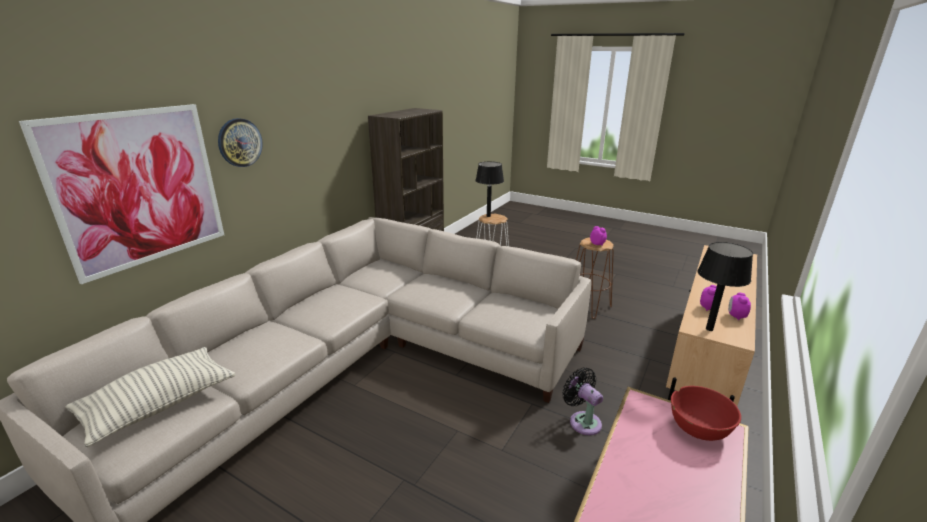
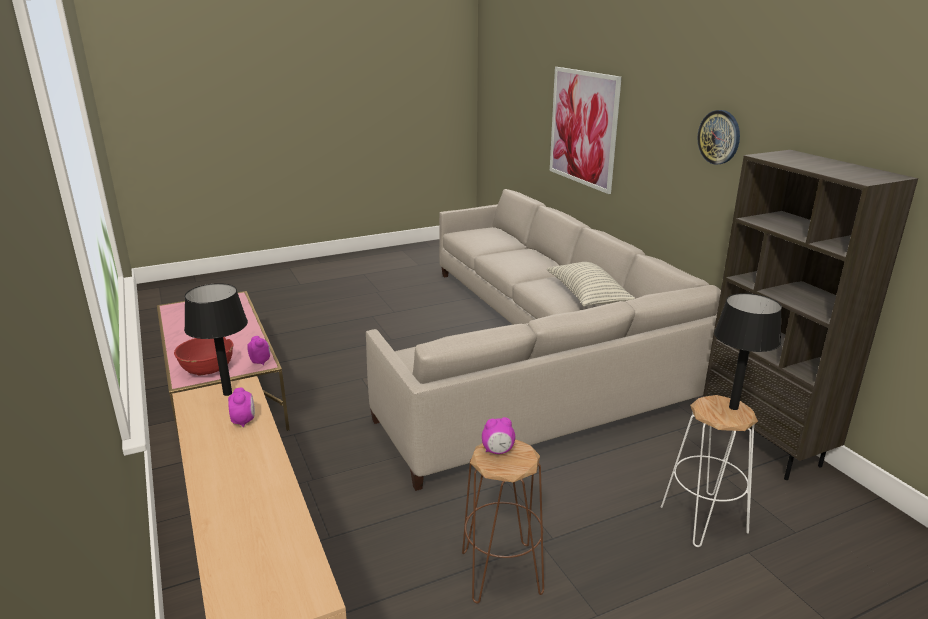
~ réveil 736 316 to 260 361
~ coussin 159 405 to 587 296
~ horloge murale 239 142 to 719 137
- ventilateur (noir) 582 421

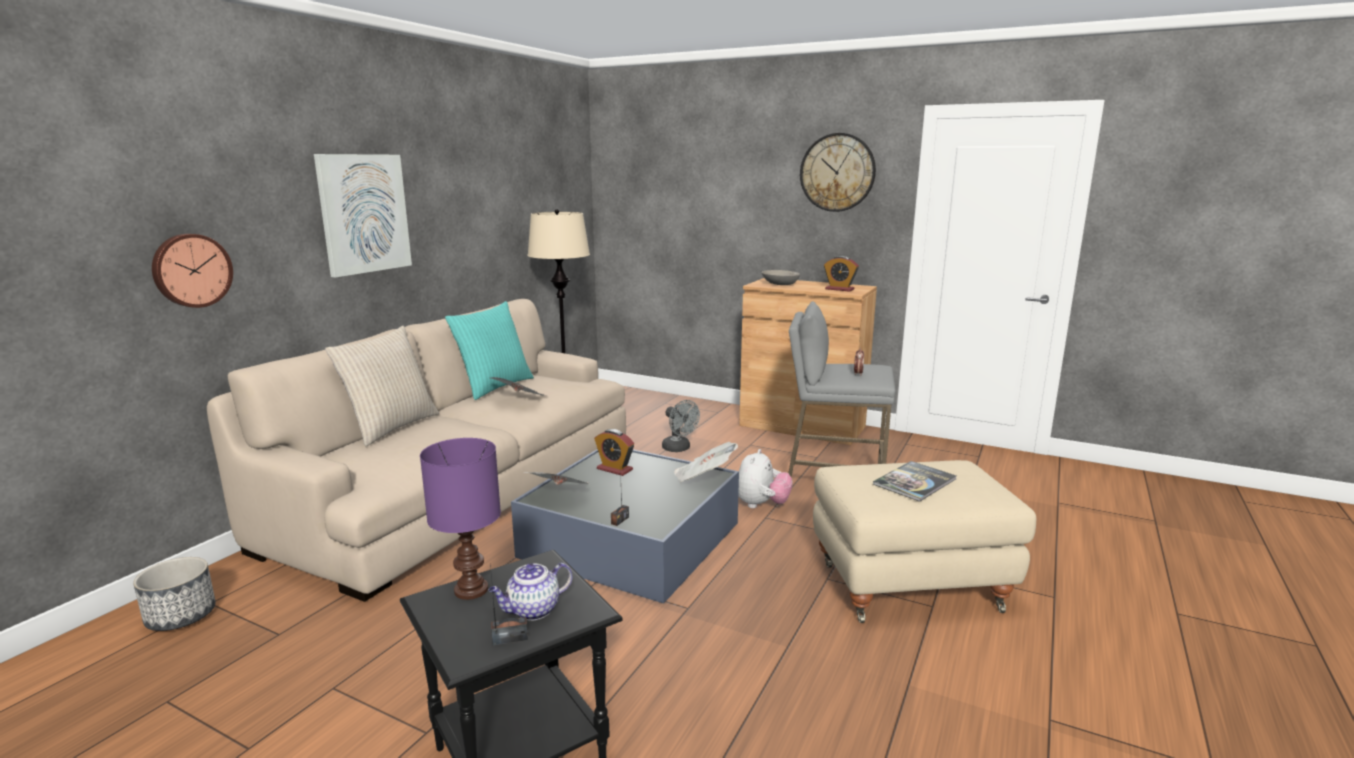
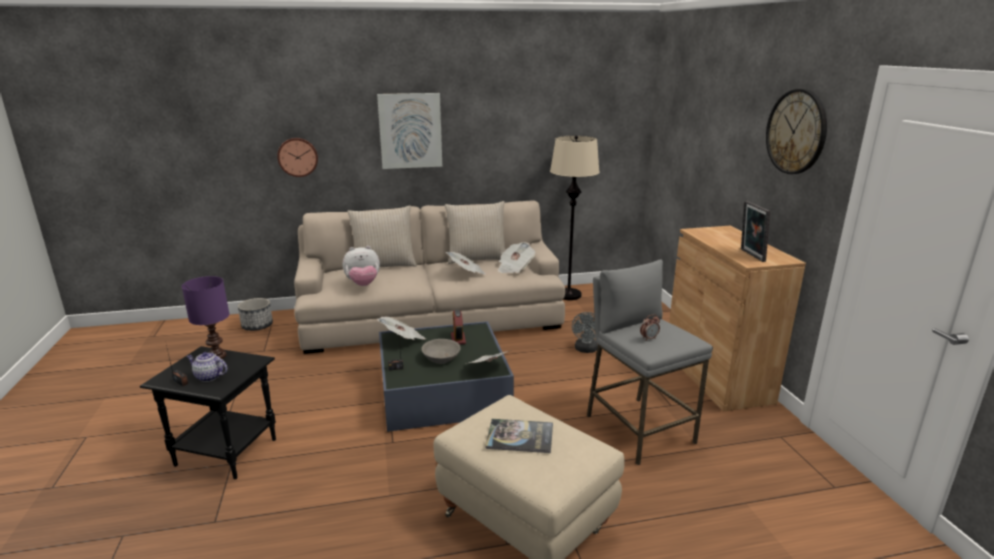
~ peluche 761 505 to 363 285
~ bol (gris) 780 284 to 441 358
~ coussin (turquoise) 494 387 to coussin (beige) 476 259
+ journal 514 268
~ réveil 839 289 to cadre photo 750 255

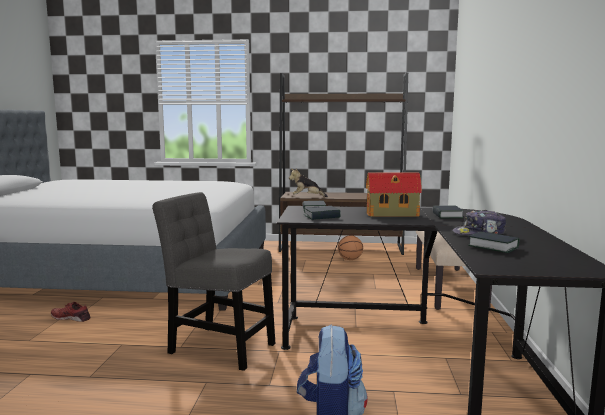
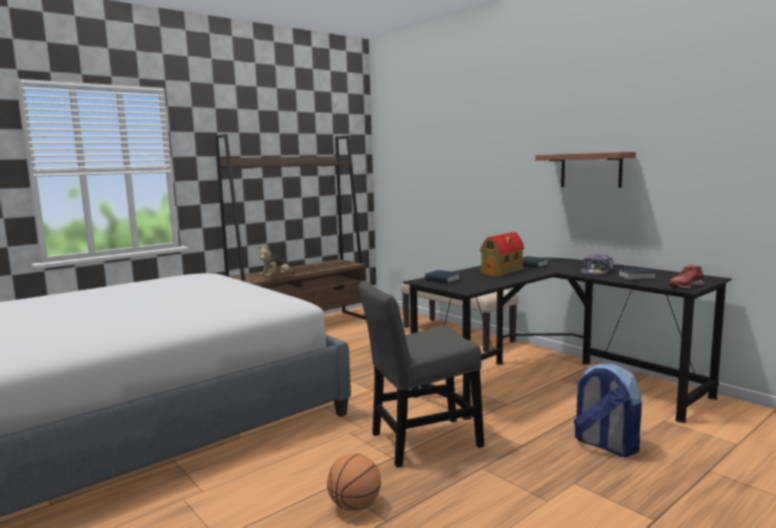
~ ballon de basket 350 260 to 355 506
+ étagère 590 170
~ chaussure (rouge) 71 318 to 685 285
- livre 322 216

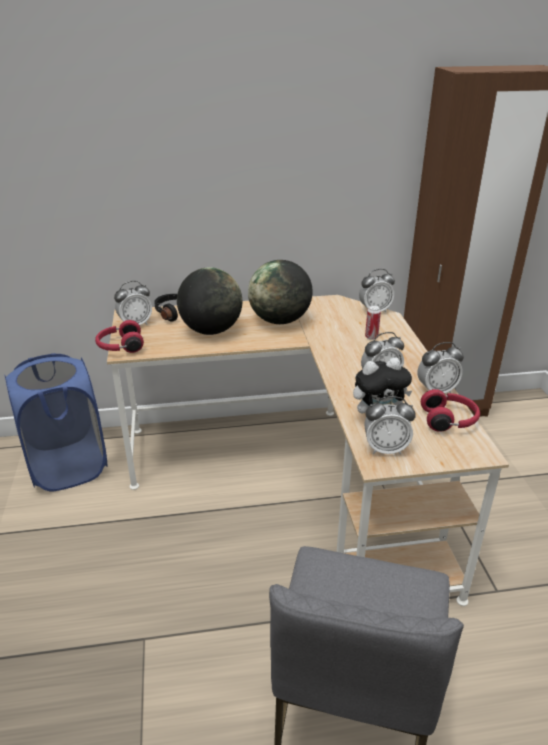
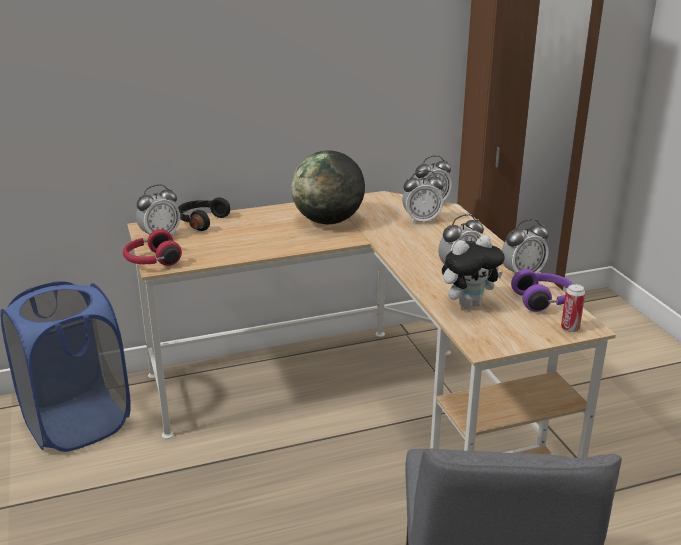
~ réveil 385 449 to 421 220
~ casque audio (rouge) 449 420 to casque audio (violet) 544 301
~ boîte métallique 371 337 to 570 328
- globe 211 330

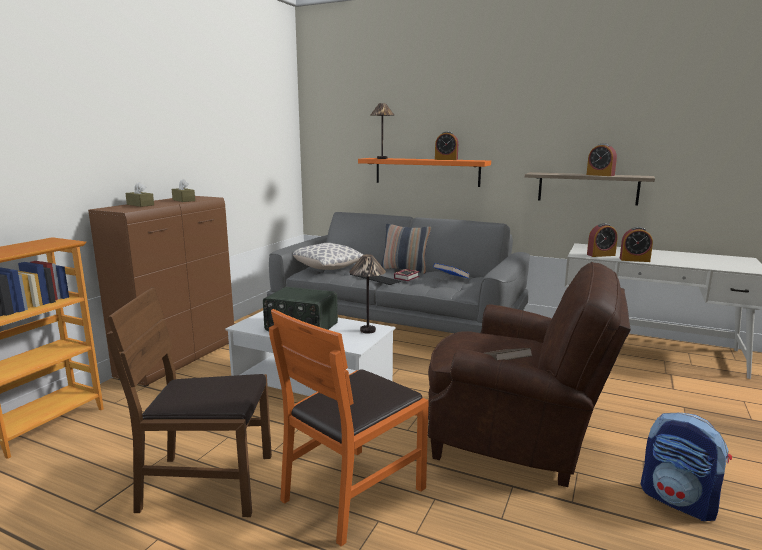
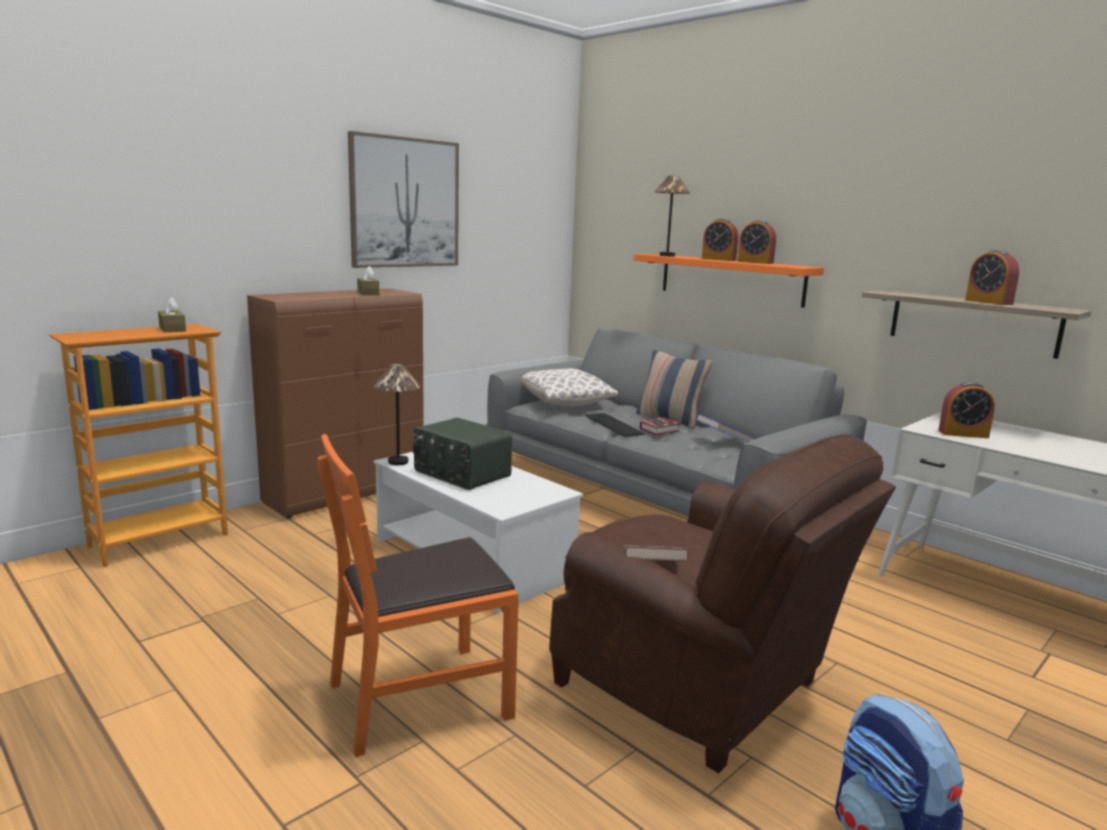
~ boîte à mouchoirs (marron) 140 205 to 172 329
+ tableau 405 203
~ lampe de table 367 330 to 398 462
~ réveil 634 260 to 718 259
- chaise (marron) 208 483

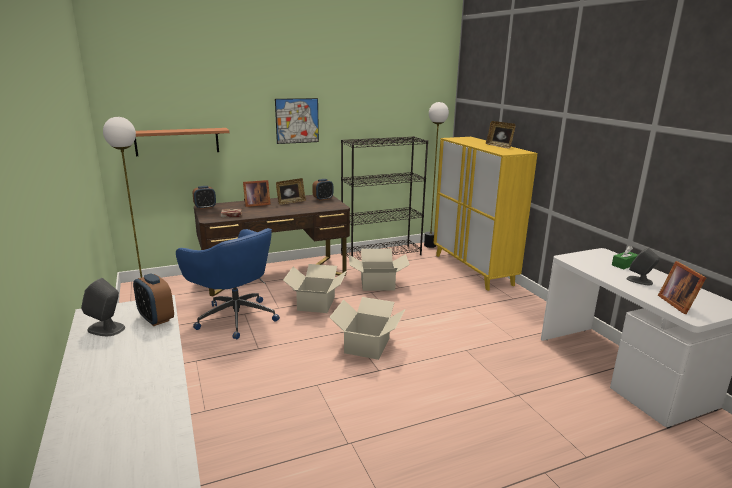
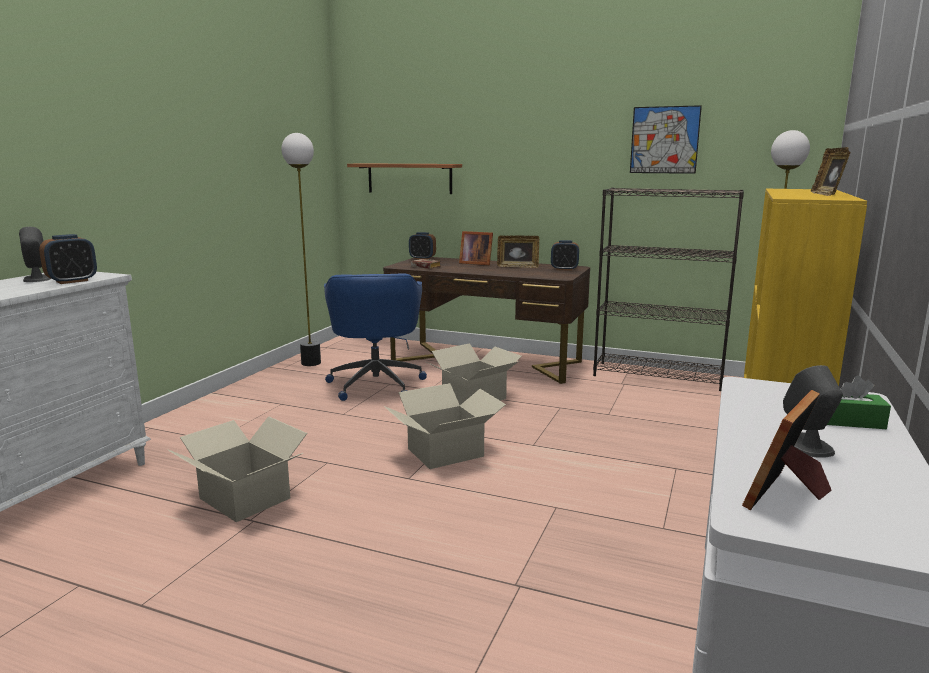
~ réveil 156 319 = 72 281 135 degrees counterclockwise
~ carton 378 284 to 244 498
~ tableau 297 120 to 664 140

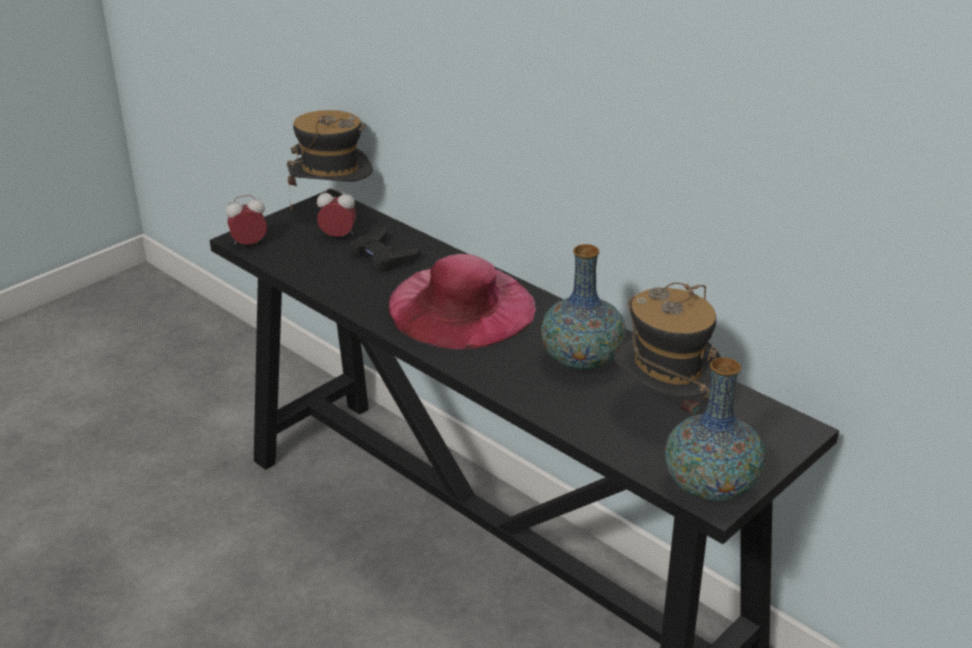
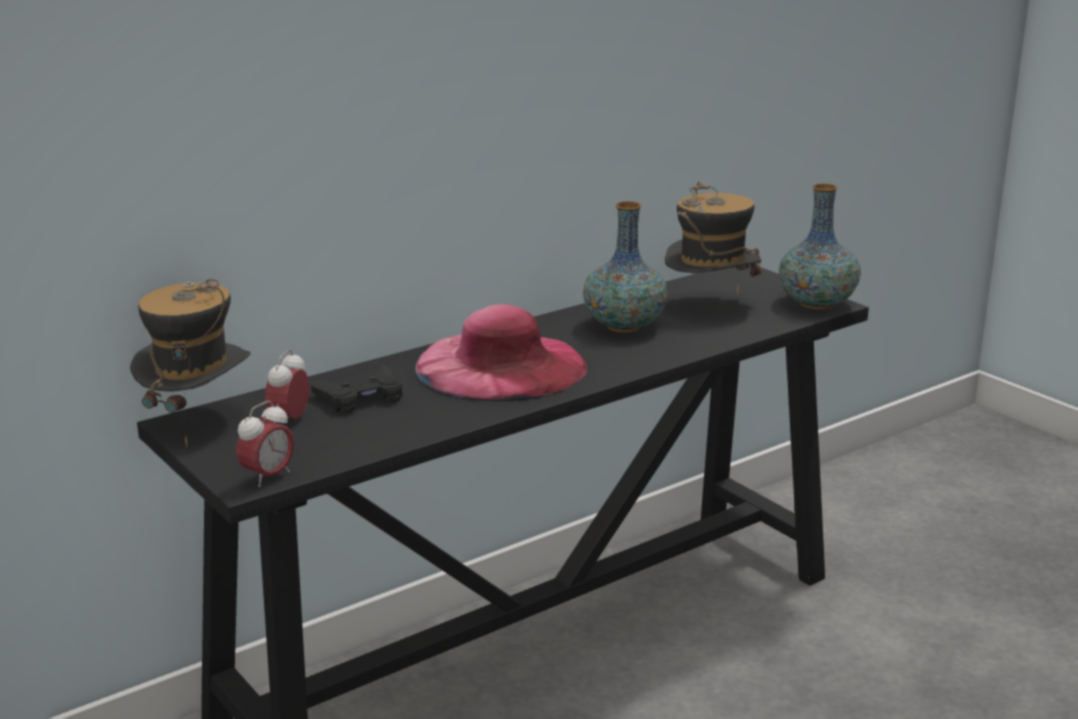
~ réveil 249 244 = 268 477 135 degrees counterclockwise

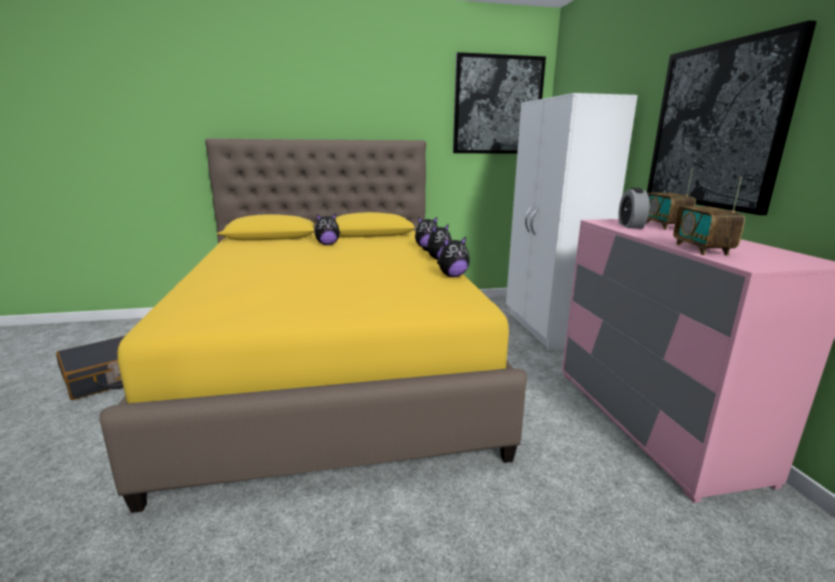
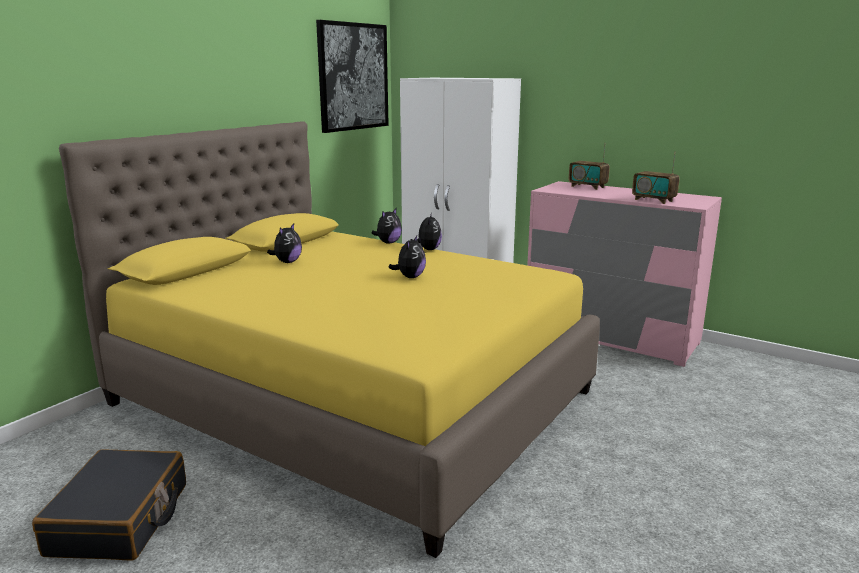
~ peluche 452 276 to 410 277
- réveil 630 226
- tableau 716 126

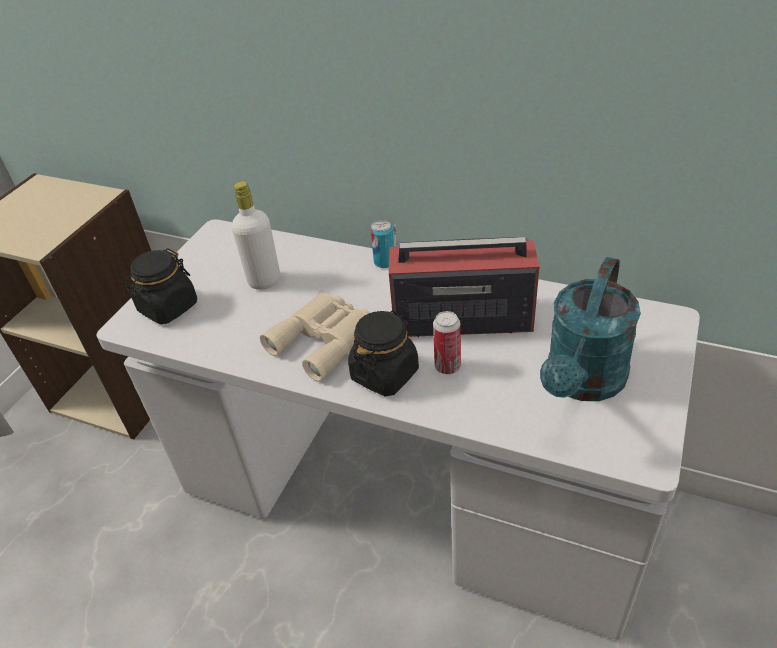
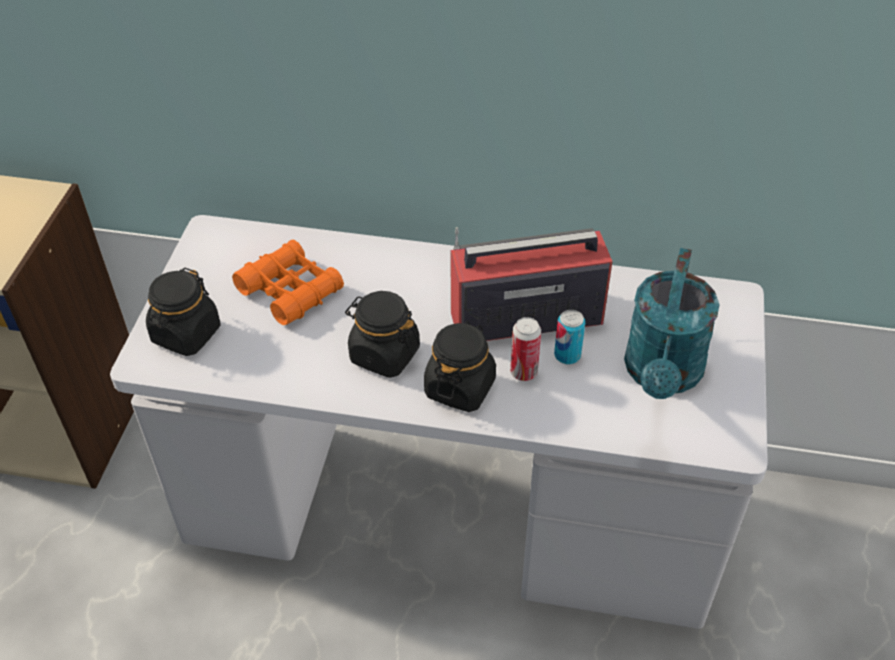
~ bouteille (blanc) 264 281 to jumelles (orange) 290 291
~ jumelles (beige) 326 339 to bocal (noir) 384 354
~ boîte métallique 384 262 to 567 355

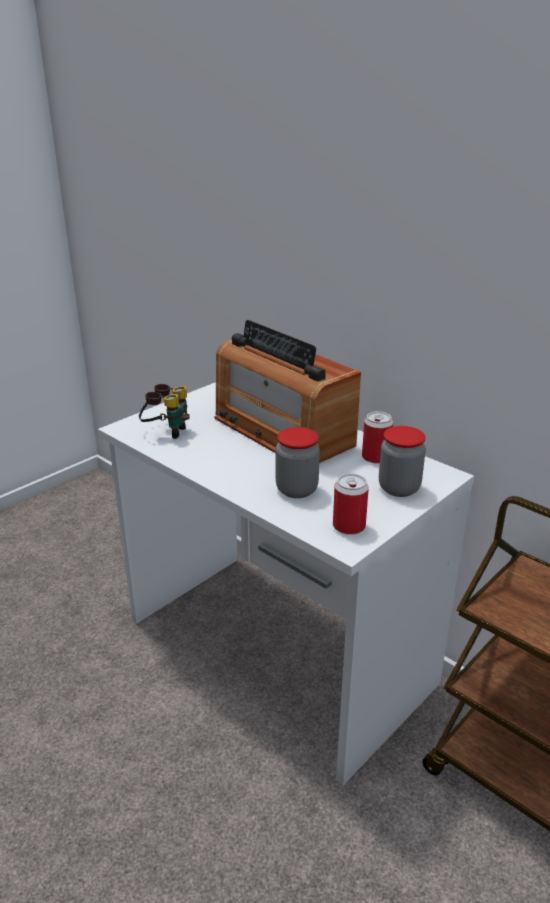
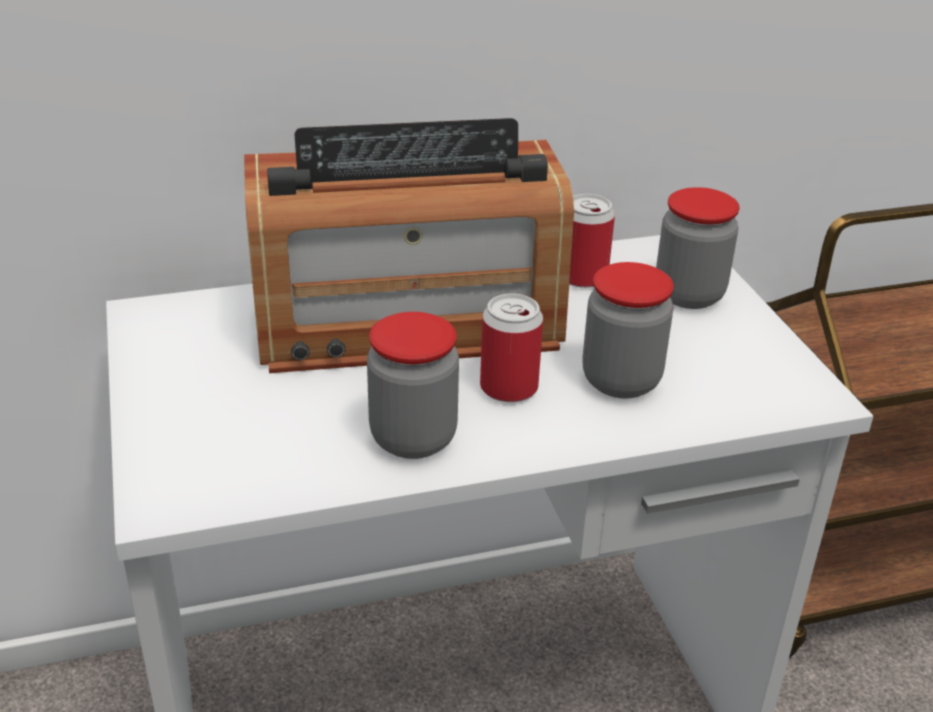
+ bocal 413 438
~ boîte métallique 349 526 to 509 387
- jumelles 167 431

